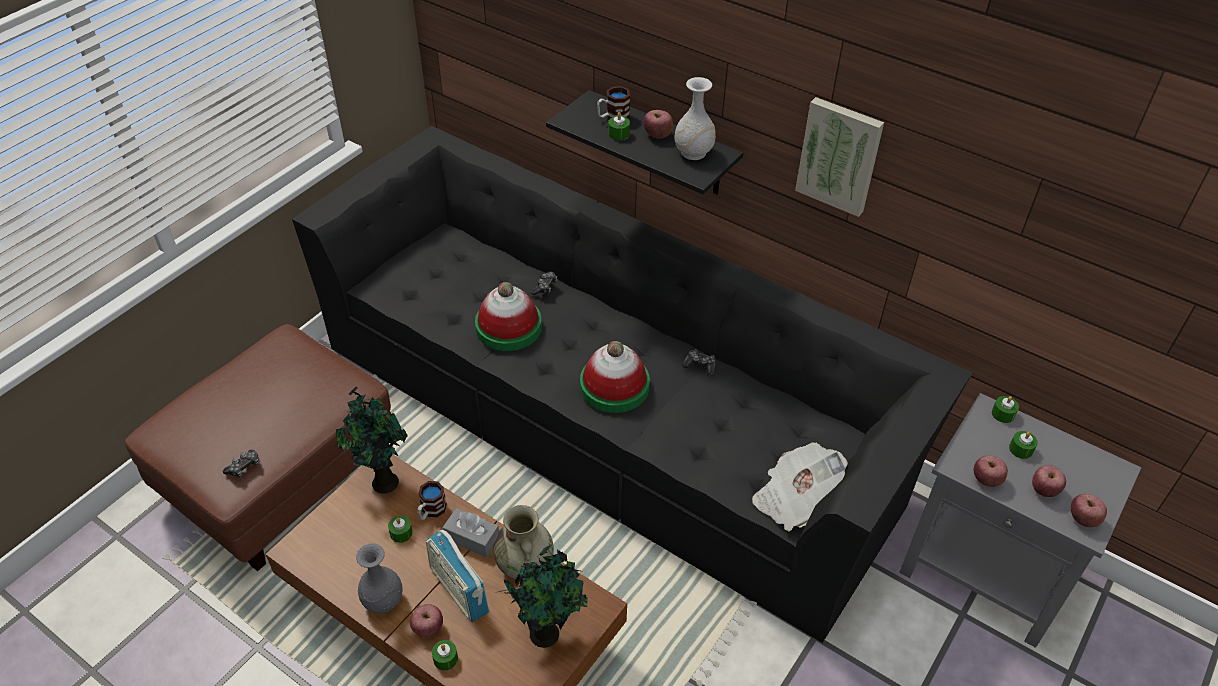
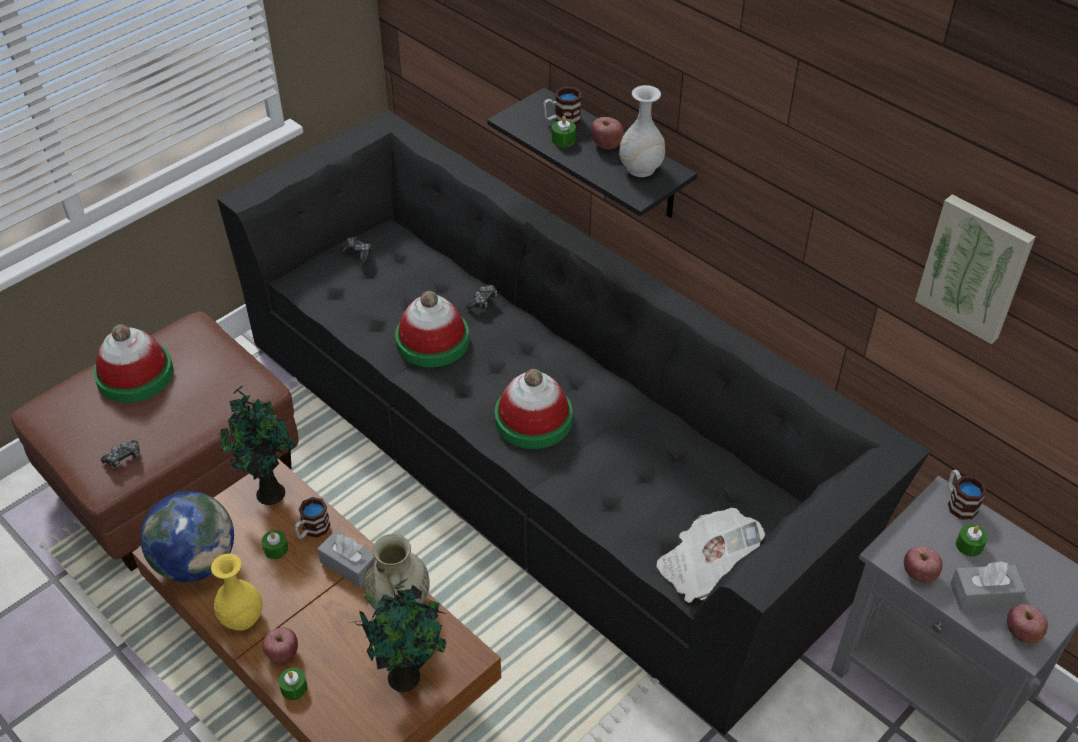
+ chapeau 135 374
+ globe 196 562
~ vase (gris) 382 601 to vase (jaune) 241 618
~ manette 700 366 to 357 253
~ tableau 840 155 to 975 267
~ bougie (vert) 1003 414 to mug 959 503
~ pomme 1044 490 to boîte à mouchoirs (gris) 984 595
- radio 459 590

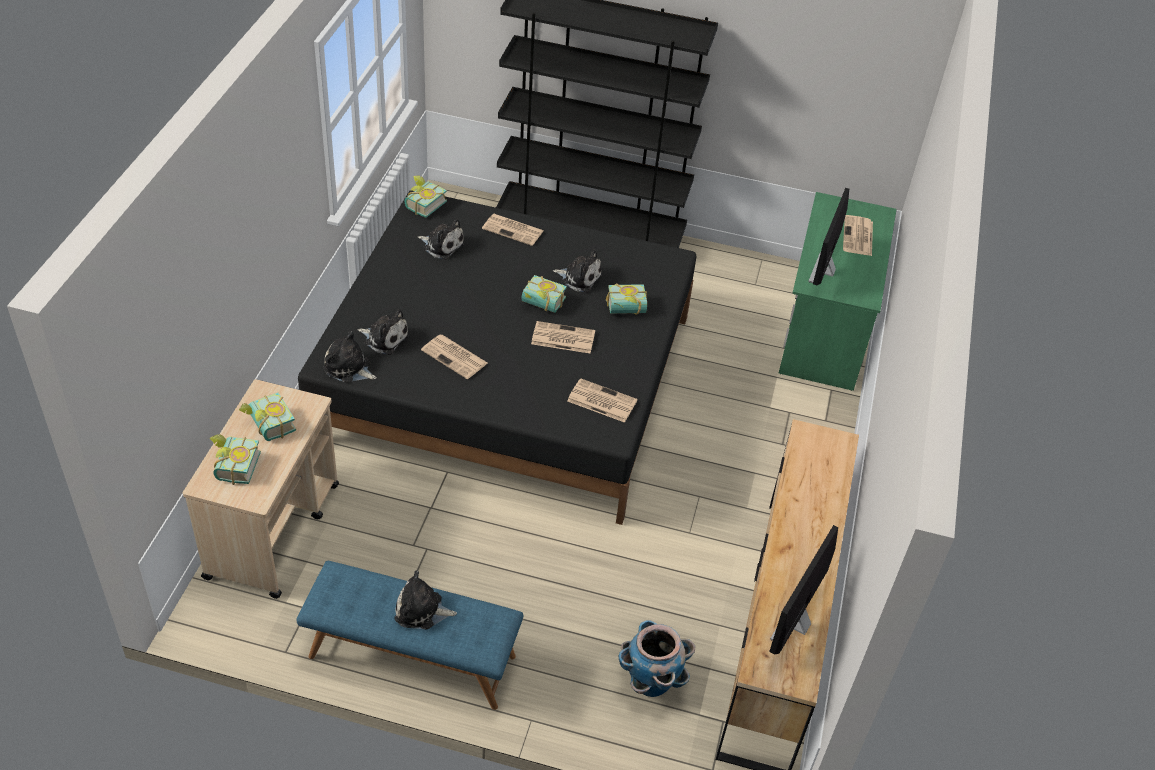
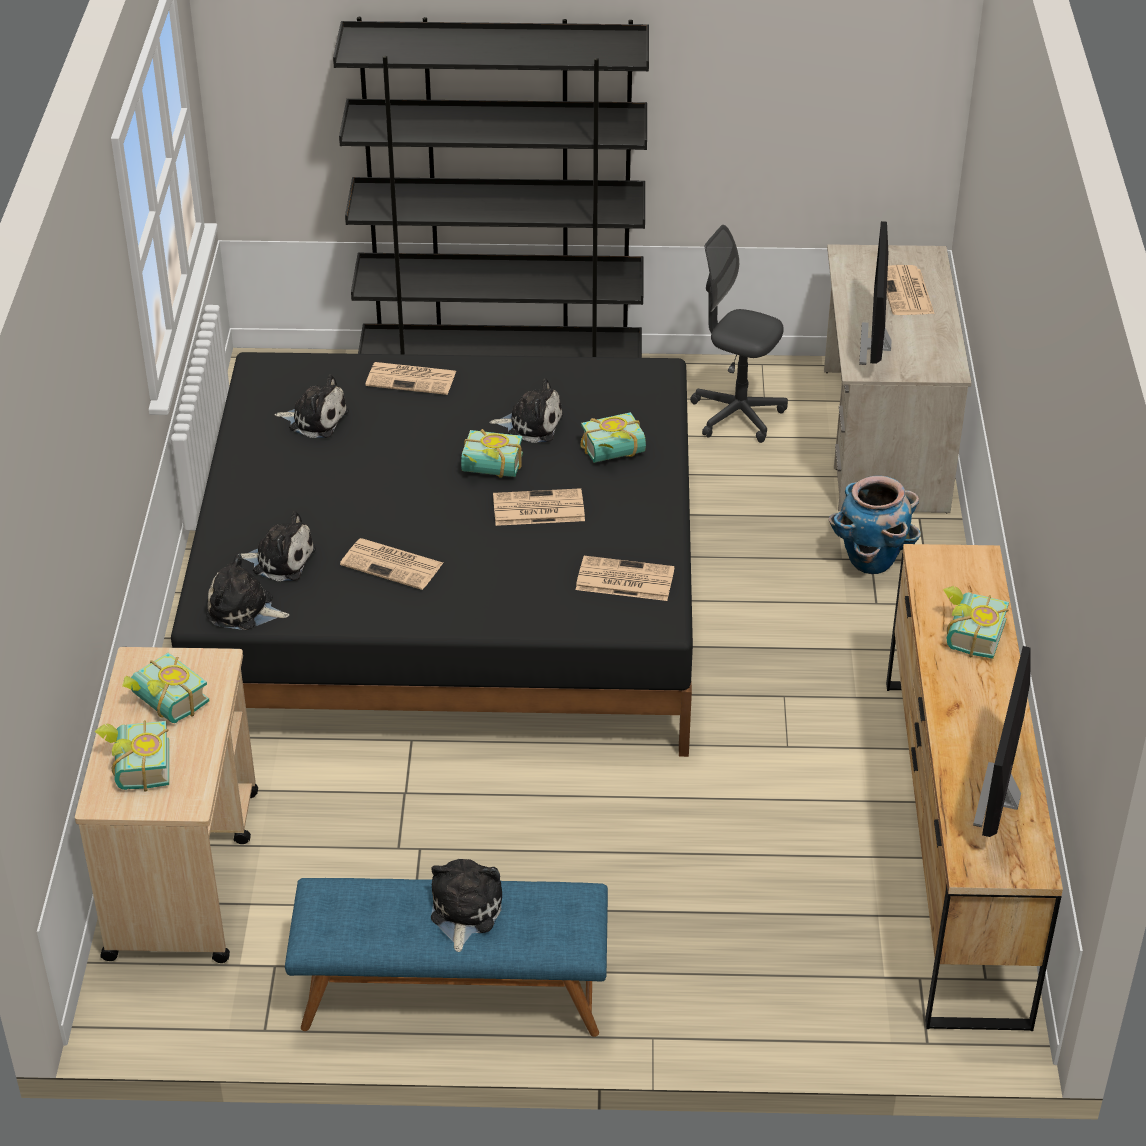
~ peluche 421 610 = 464 912 105 degrees clockwise
+ chaise de bureau (gris) 737 415
~ bureau (vert) 825 329 to bureau (beige) 883 440
~ cache-pot 650 682 to 870 561
~ livre 422 204 to 968 635

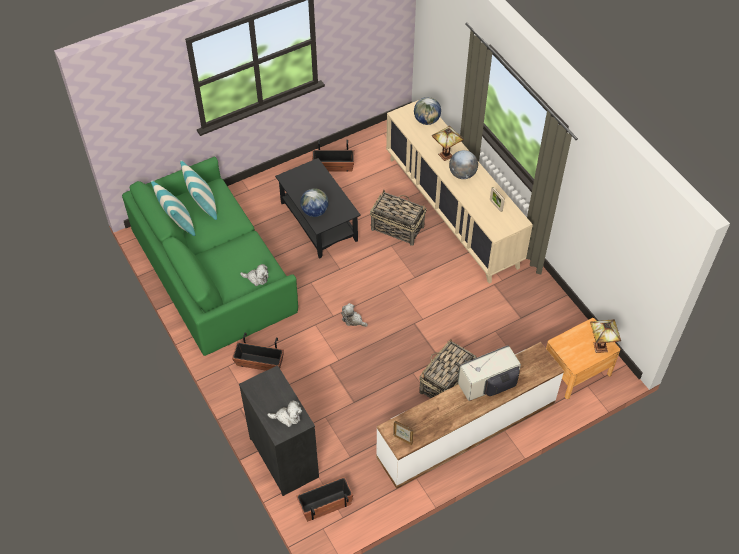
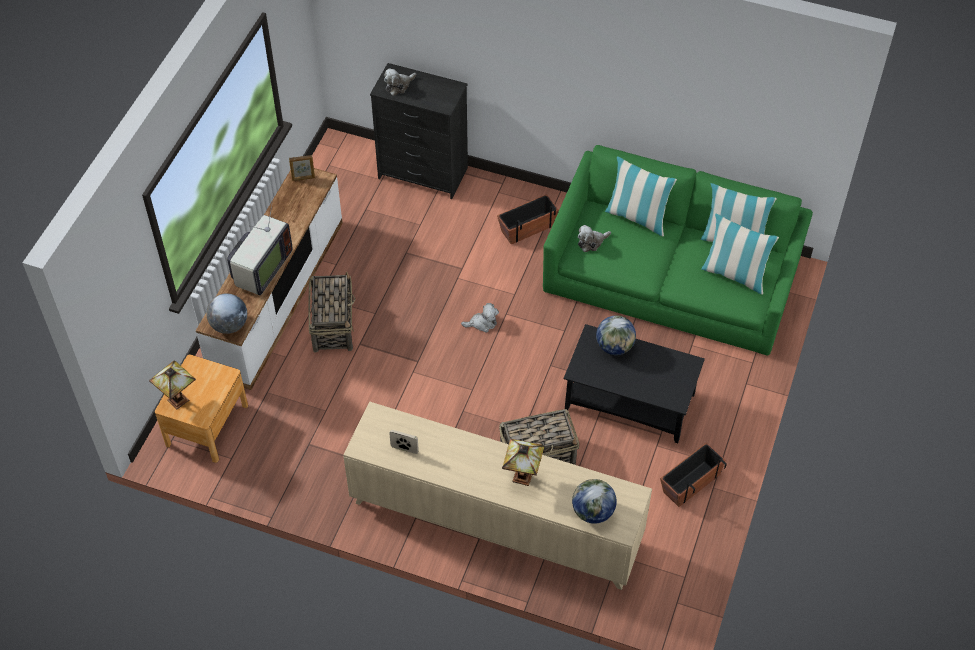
~ globe 462 174 to 229 325
+ coussin 637 217
- cache-pot 325 504

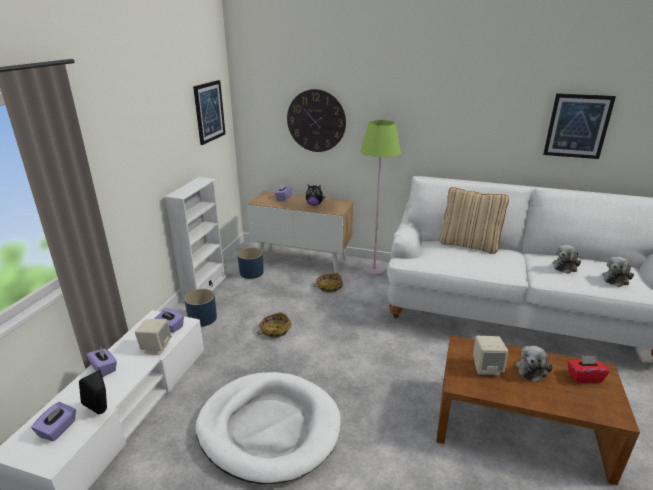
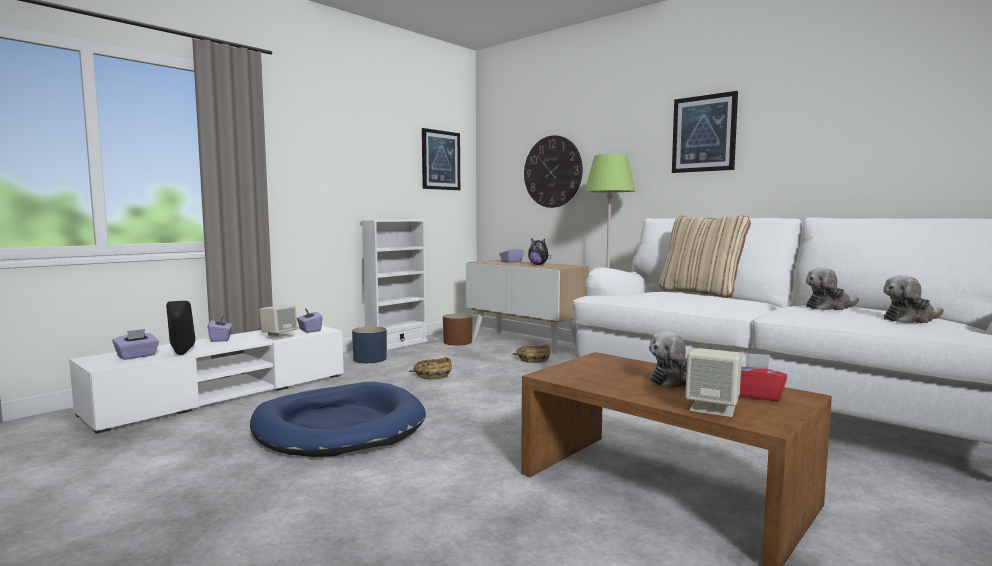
~ panier pour chien (blanc) 269 428 to panier pour chien (bleu) 339 426
~ cache-pot (bleu) 251 272 to cache-pot (marron) 458 342
~ tableau 577 126 to 704 133
~ enceinte (beige) 486 368 to 713 408

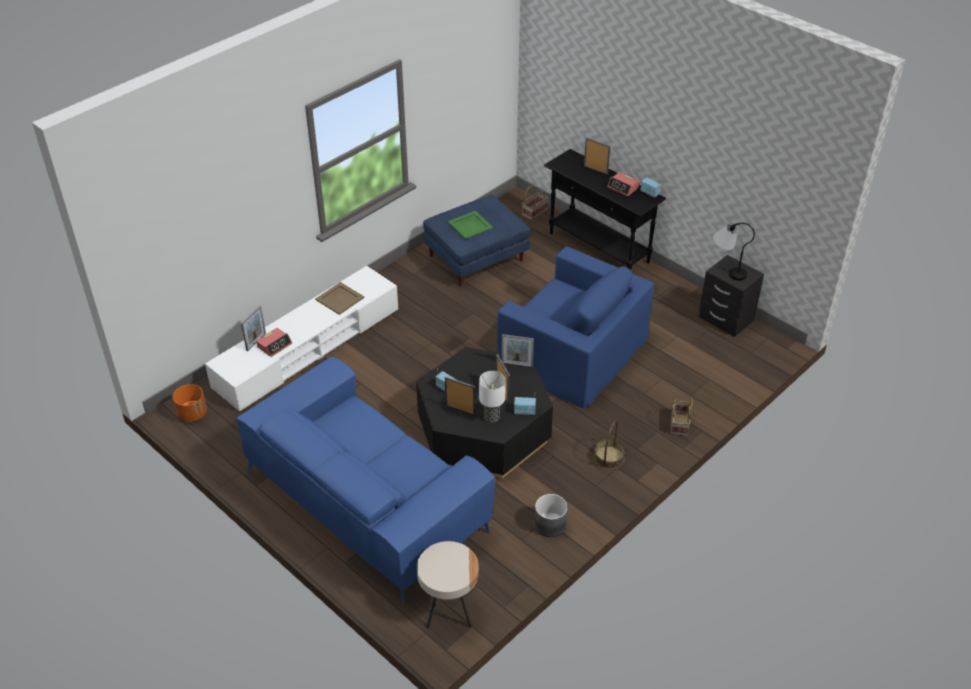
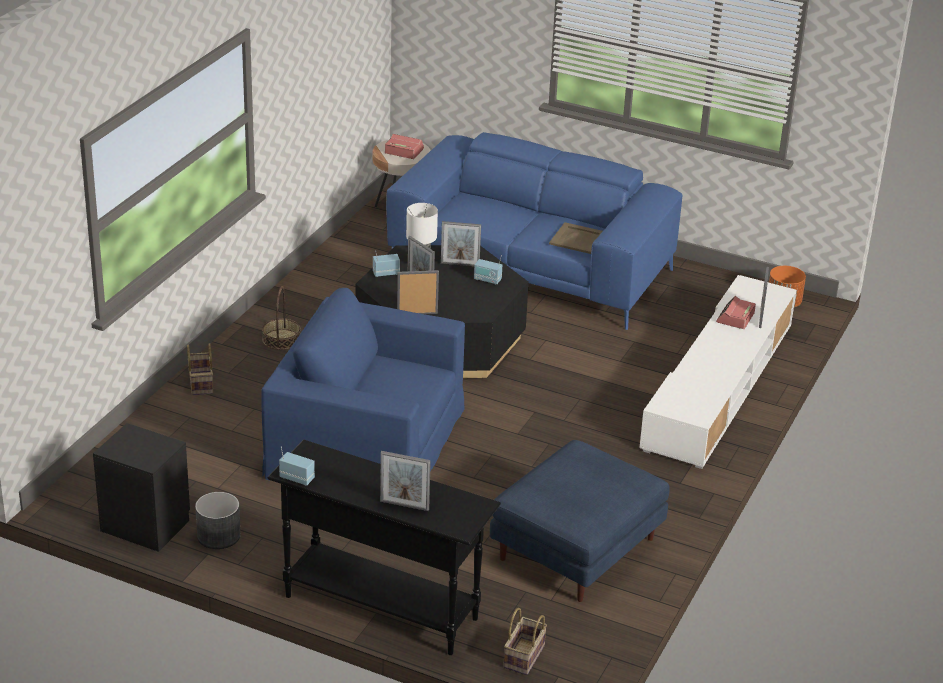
~ cache-pot (gris) 550 525 to 218 535
~ réveil 623 187 to 404 151
~ plateau (beige) 340 298 to 577 239
- plateau (vert) 470 225
- lampe de table 726 270

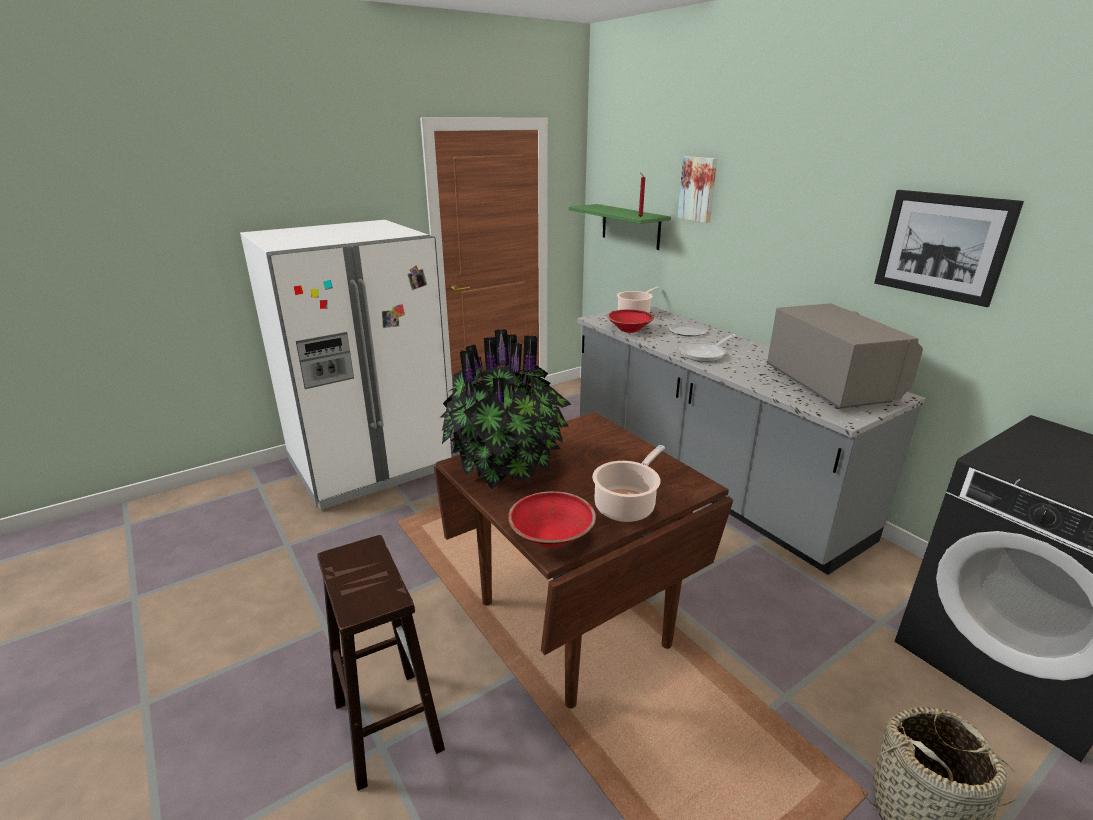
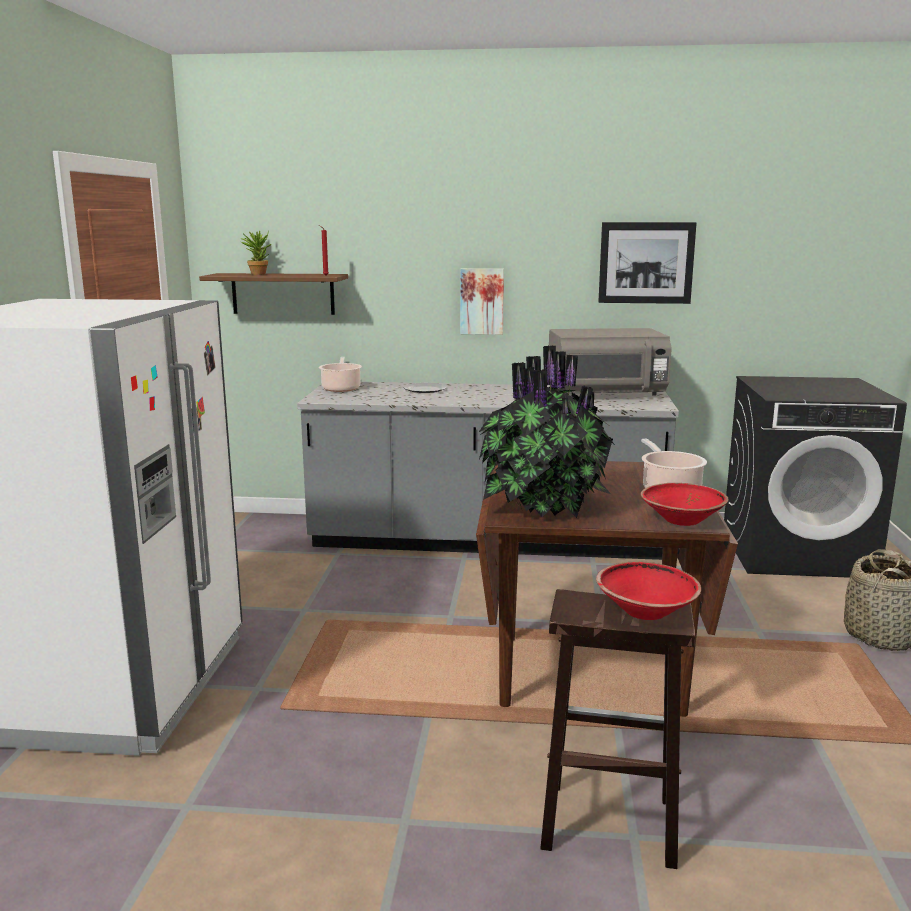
~ étagère (vert) 630 226 to étagère (marron) 283 293
+ plante en pot 258 274
~ tableau 698 189 to 482 301
~ micro-ondes (gris) 831 385 = 606 394 150 degrees clockwise
~ bol (rouge) 629 329 to 645 611
- poêle 705 354

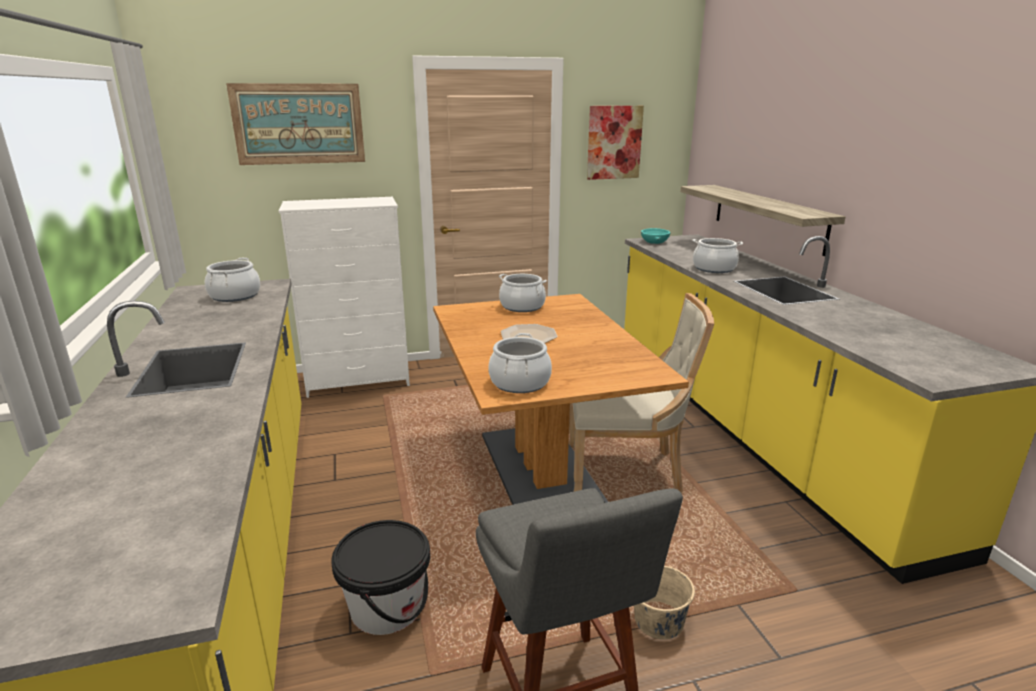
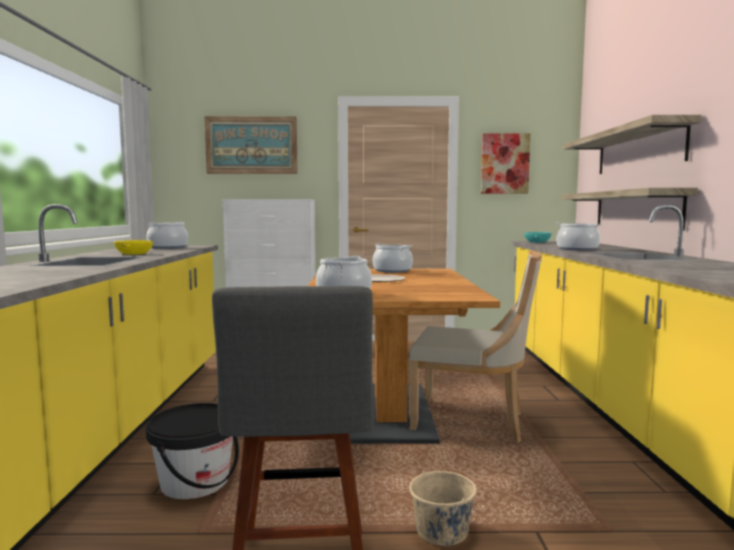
+ bol (jaune) 133 254
+ étagère 638 150

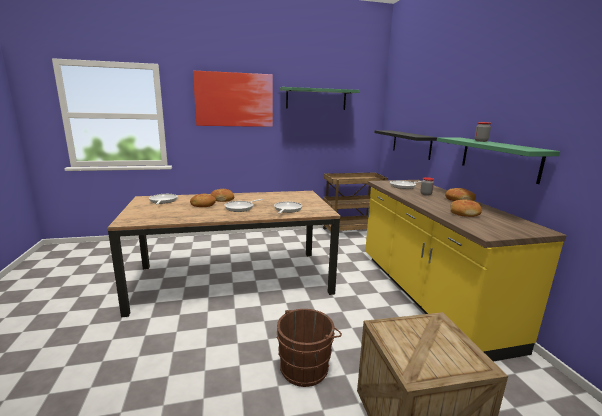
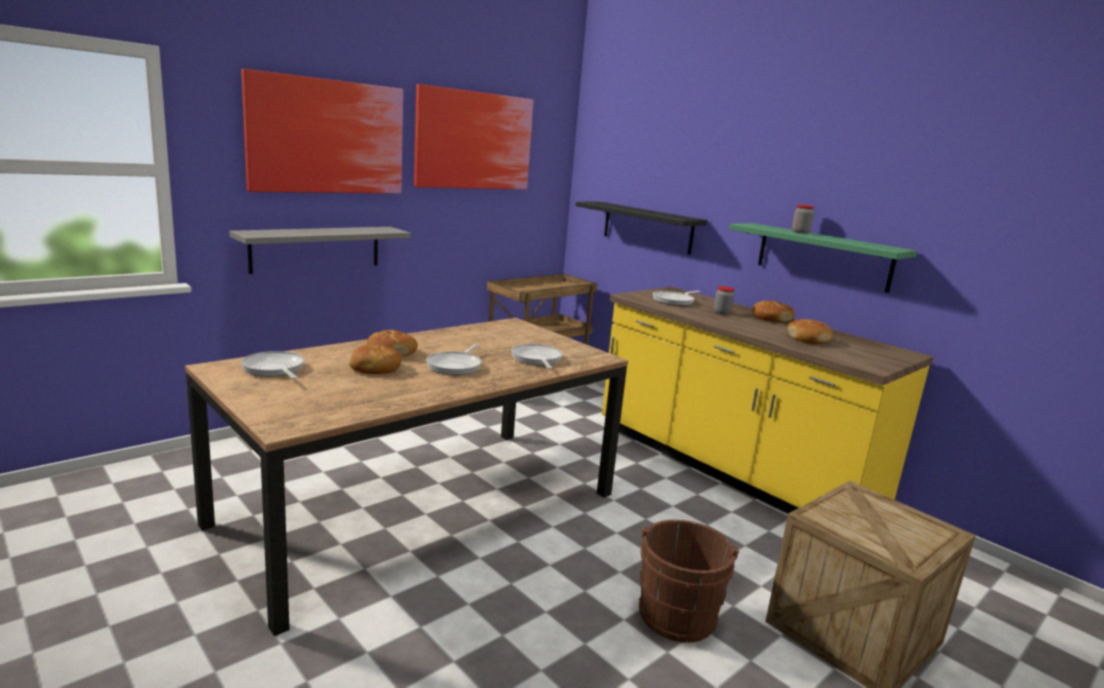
+ étagère (gris) 316 248
~ étagère (vert) 316 99 to tableau 474 140

